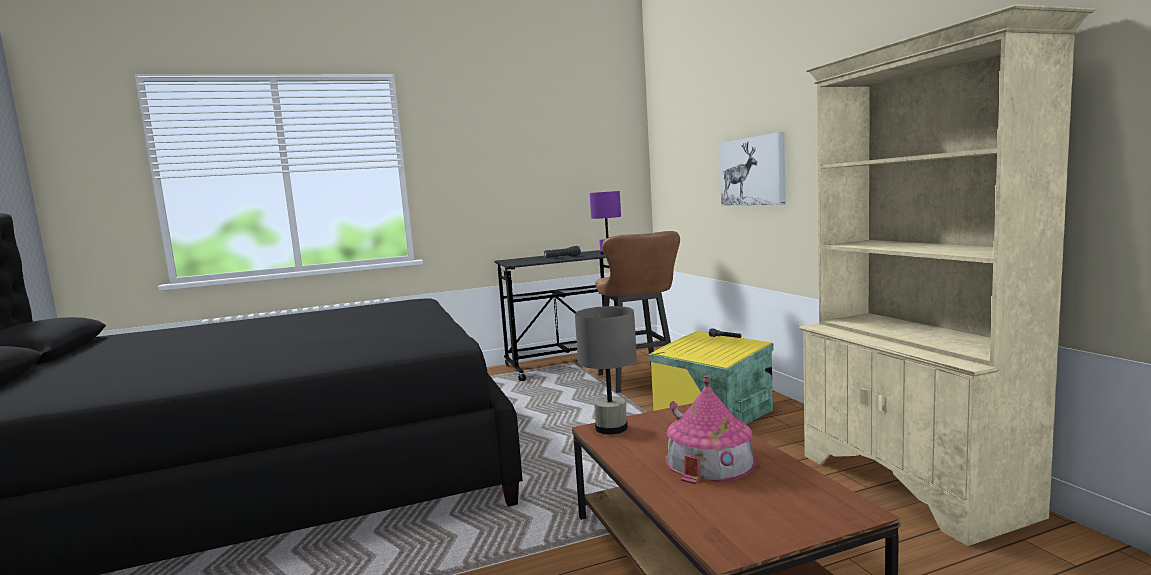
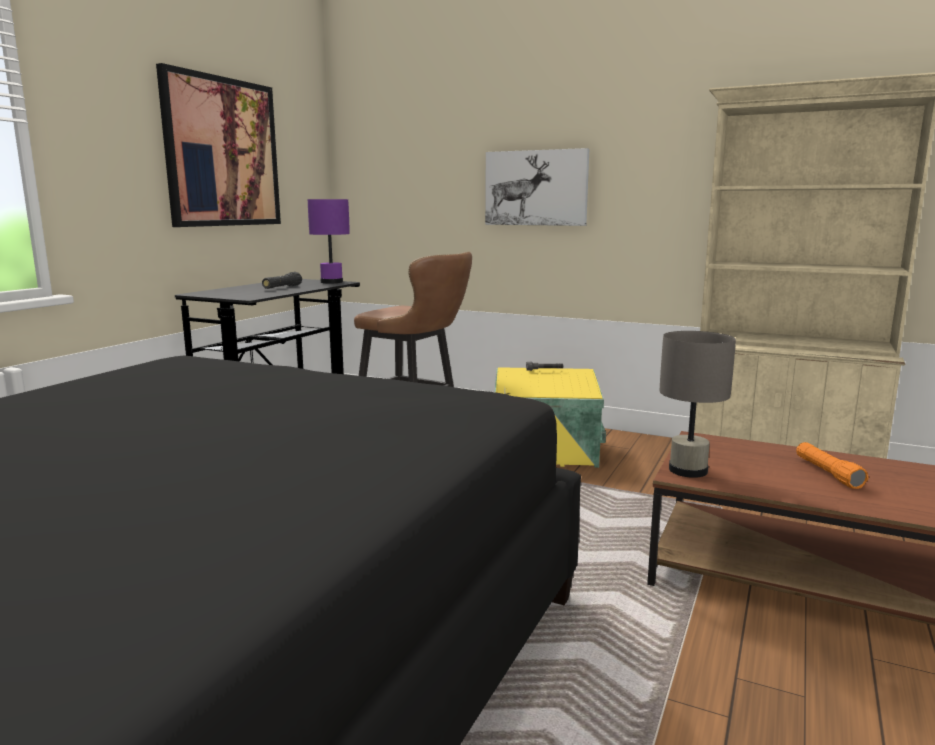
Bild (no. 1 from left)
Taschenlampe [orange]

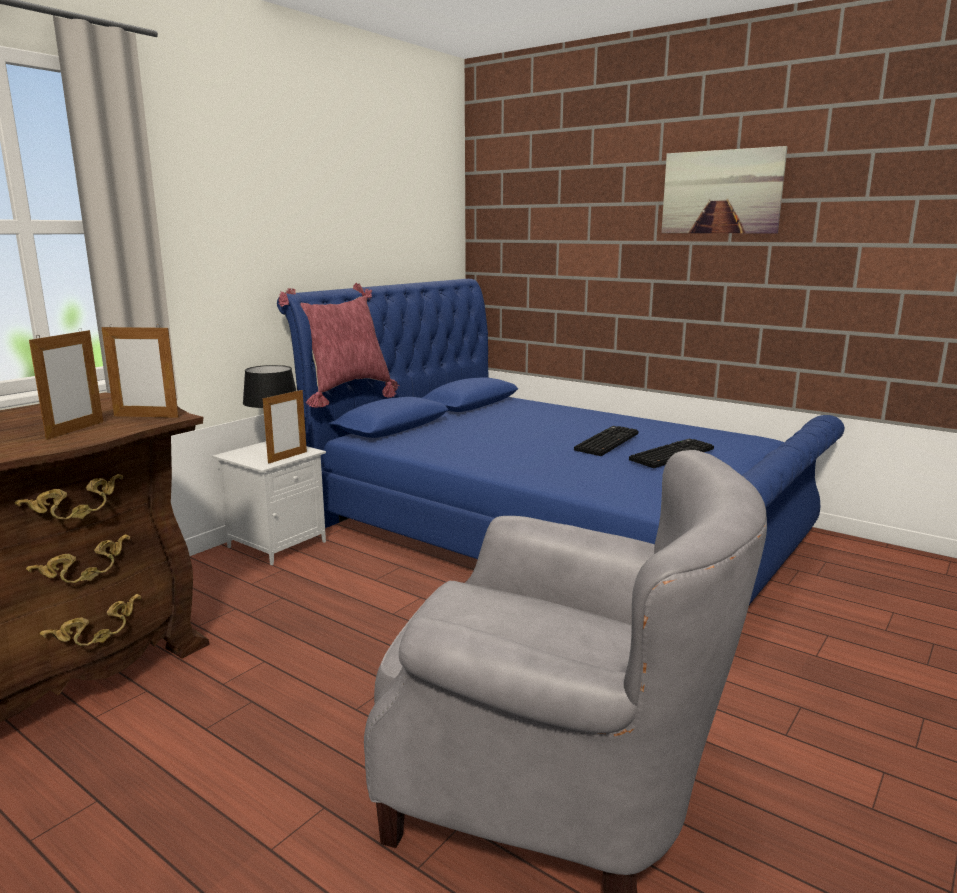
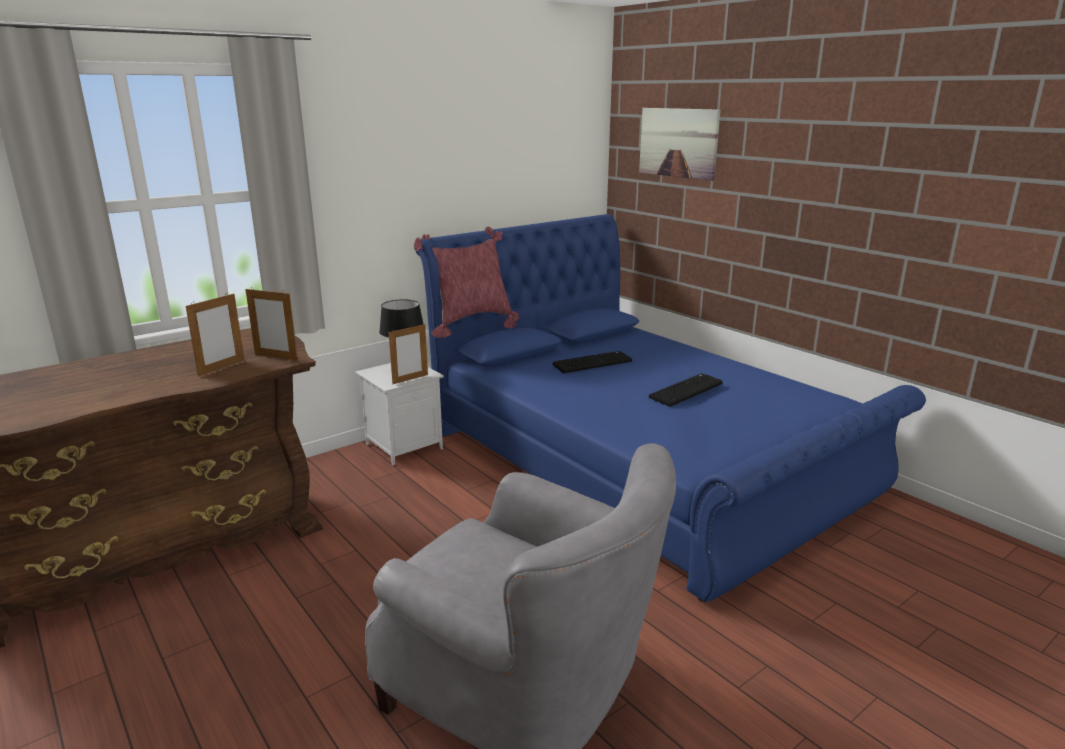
Tastatur (no. 1 from left)
Bild

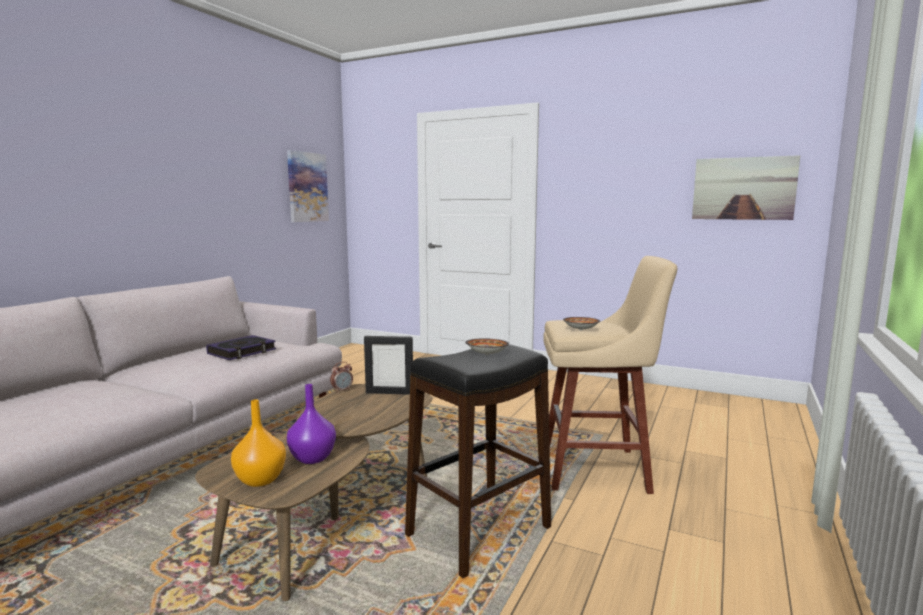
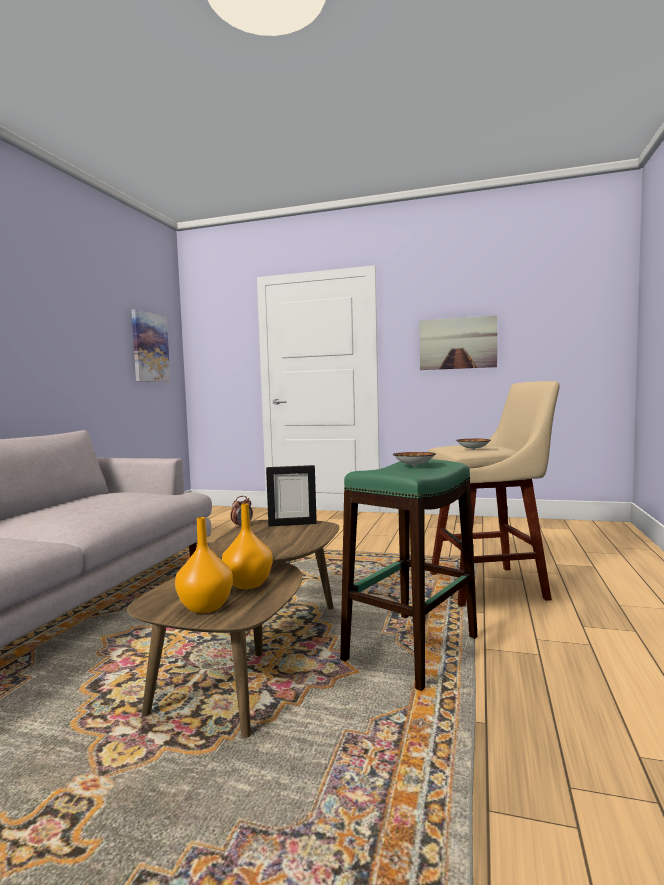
Vase [orange] (no. 2 from left)
Hocker [grün]
Bild (no. 2 from left)
Buch

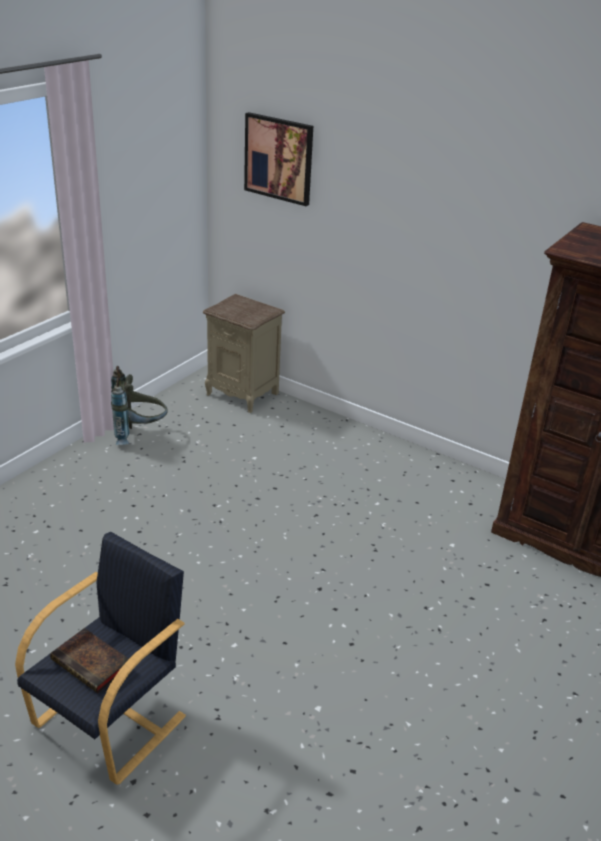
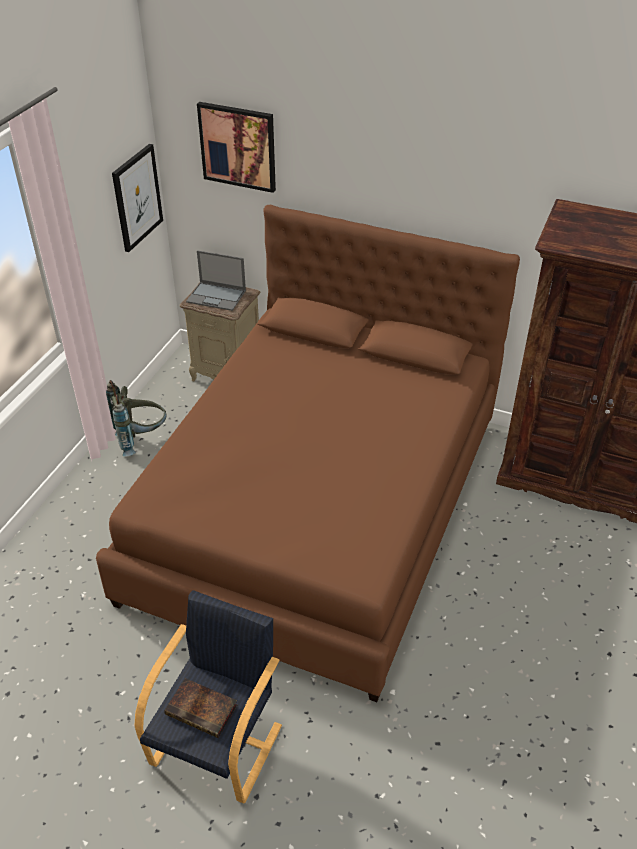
Bett [braun]
Bild (no. 1 from left)
Laptop

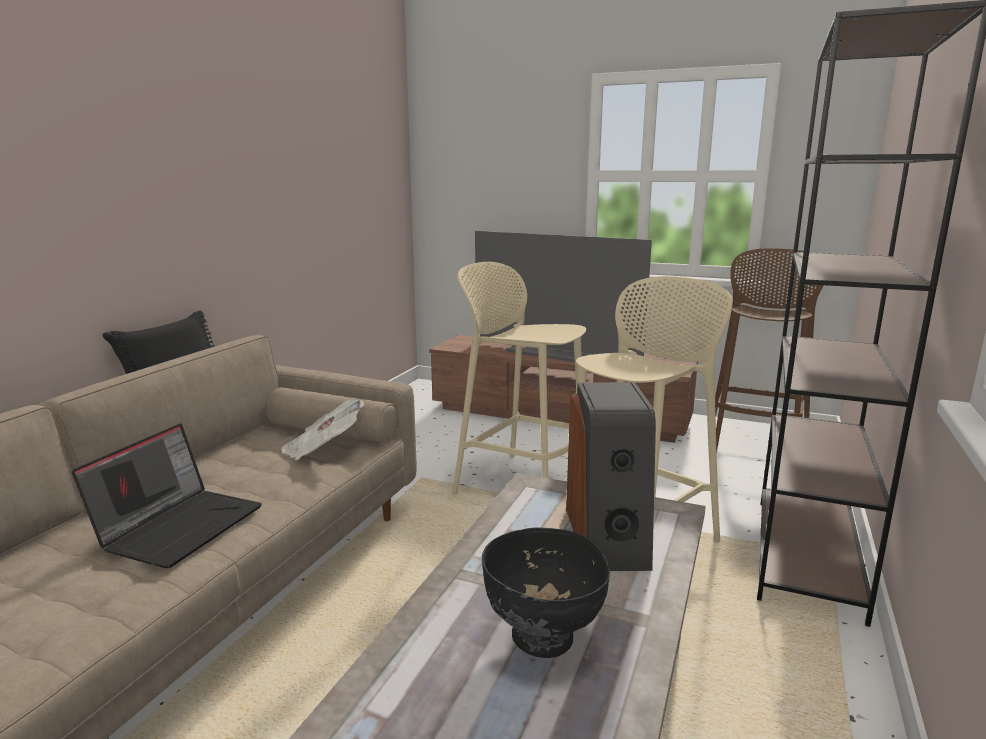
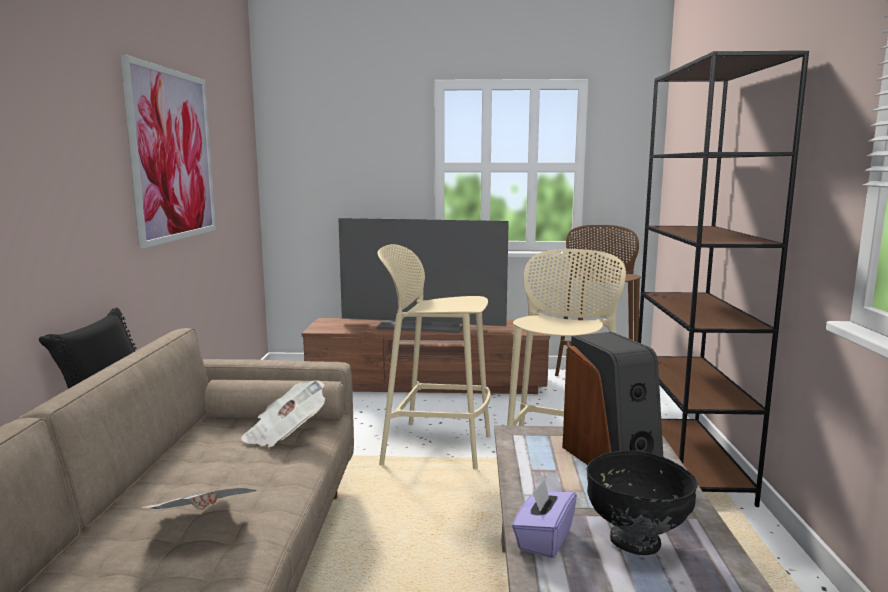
Bild
Zeitung (no. 1 from left)
Taschentuchbox [lila]

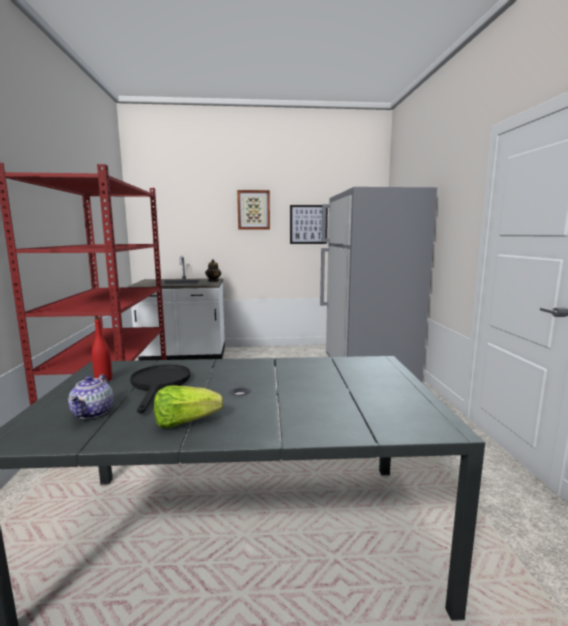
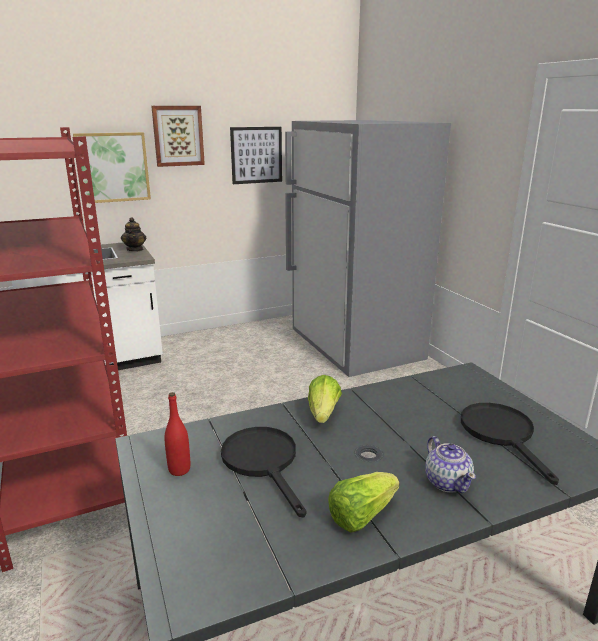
Bild (no. 1 from left)
Salatkopf (no. 1 from left)
Teekanne (no. 2 from left)
Pfanne [schwarz] (no. 2 from left)

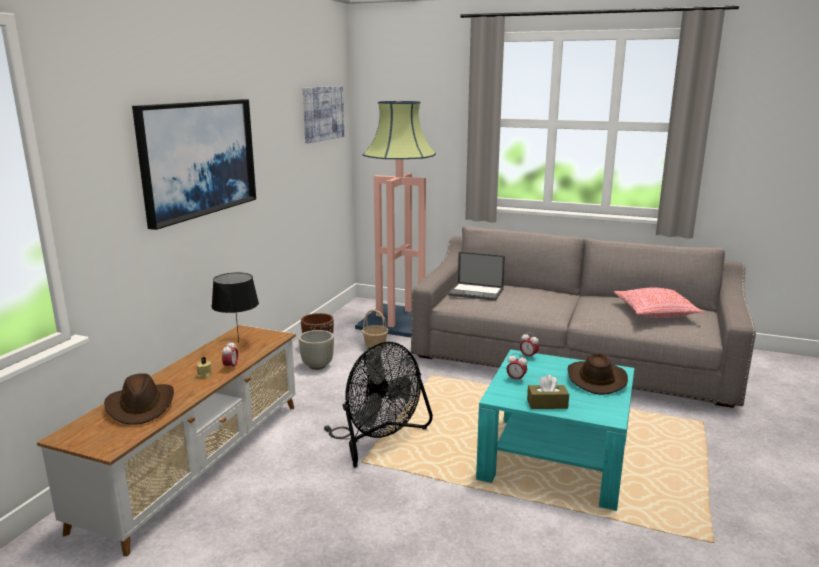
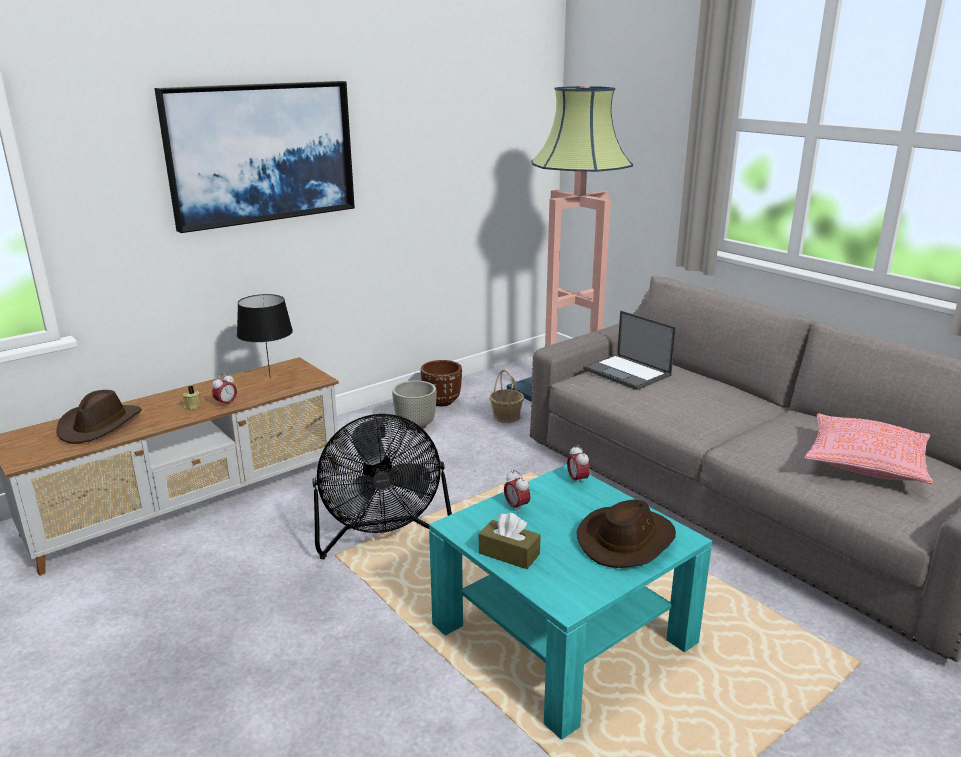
Bild (no. 2 from left in the first image)

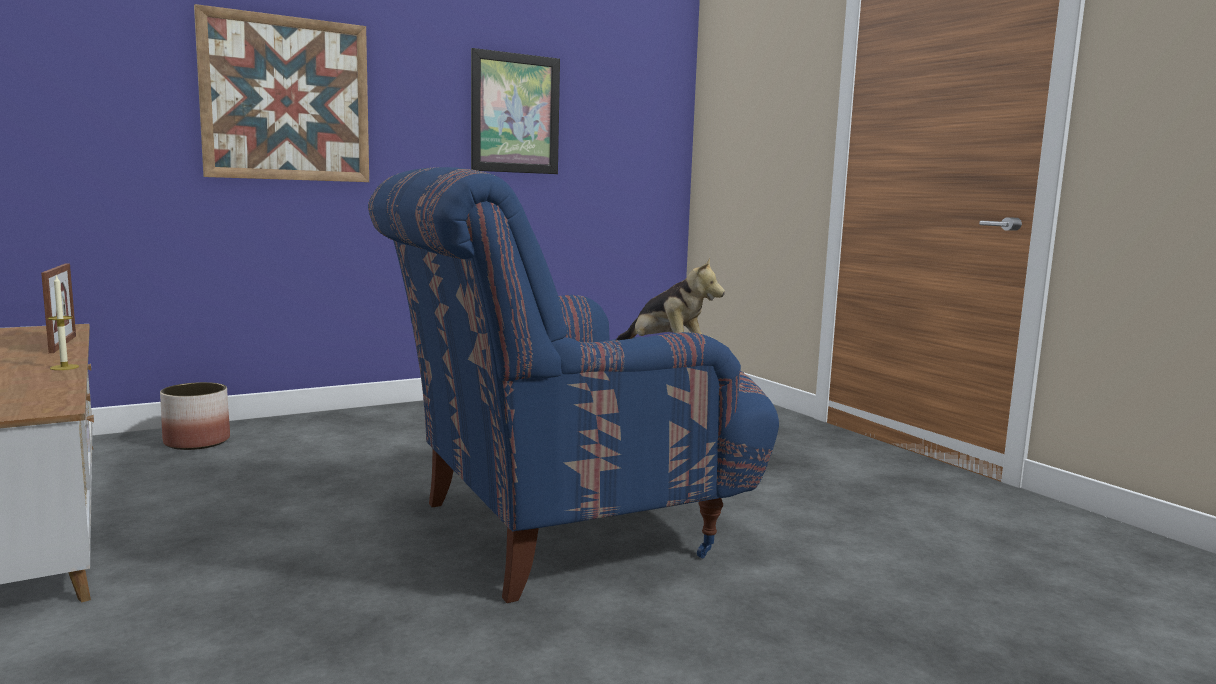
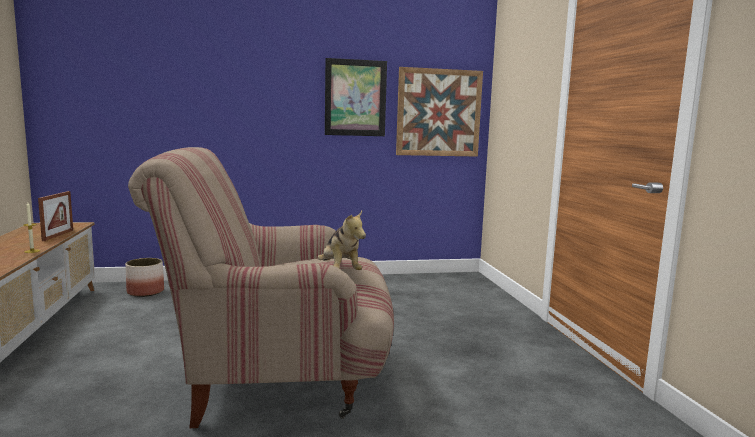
Sessel [beige]
Bild (no. 2 from left)

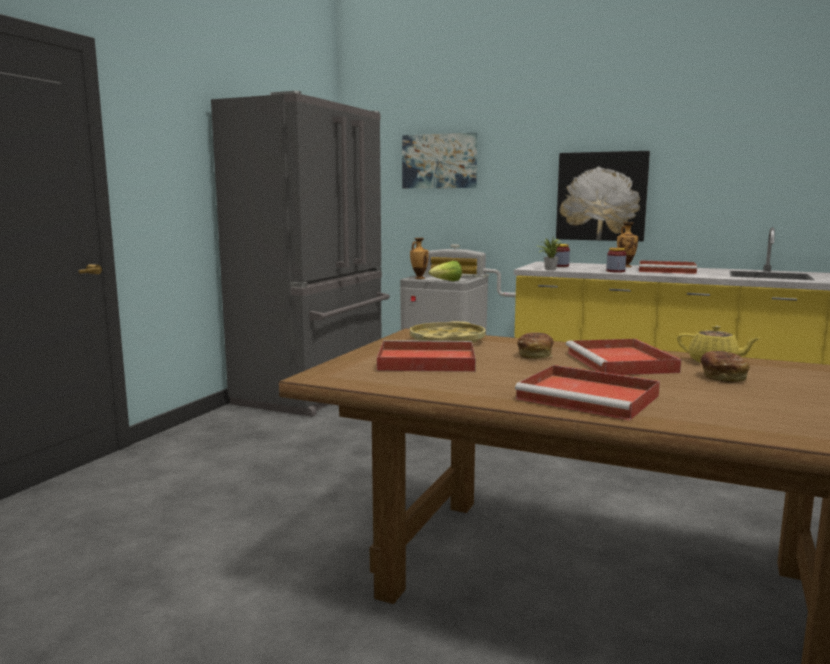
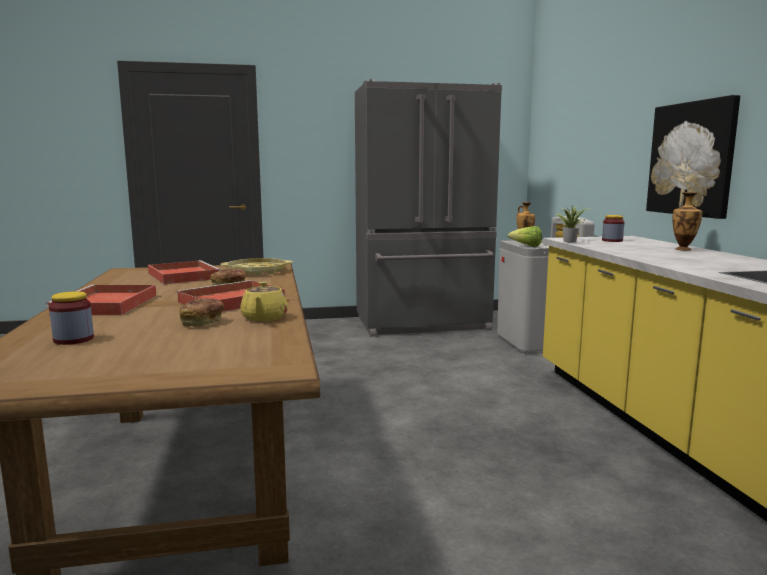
Vorratsglas (no. 1 from left)
Bild (no. 1 from left in the first image)
Tablett [rot] (no. 4 from left in the first image)

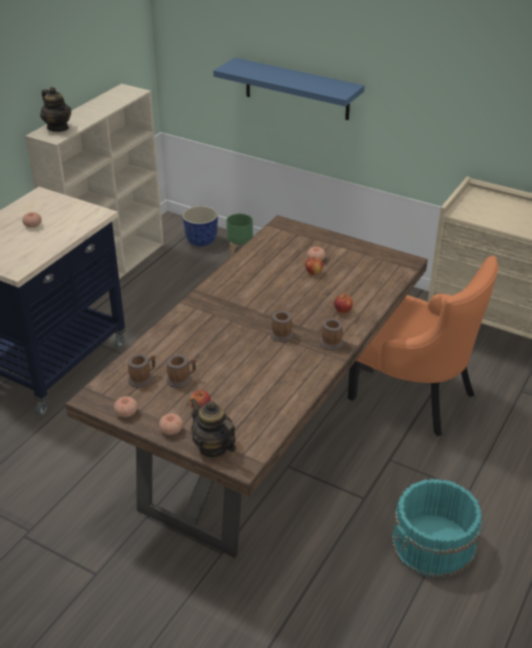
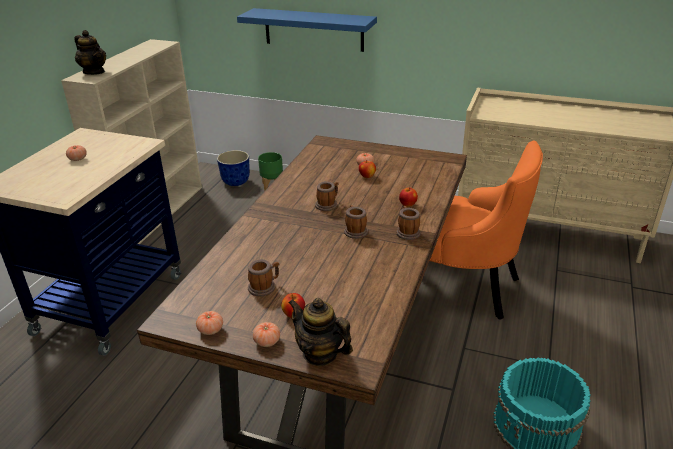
Henkelbecher (no. 2 from left)

